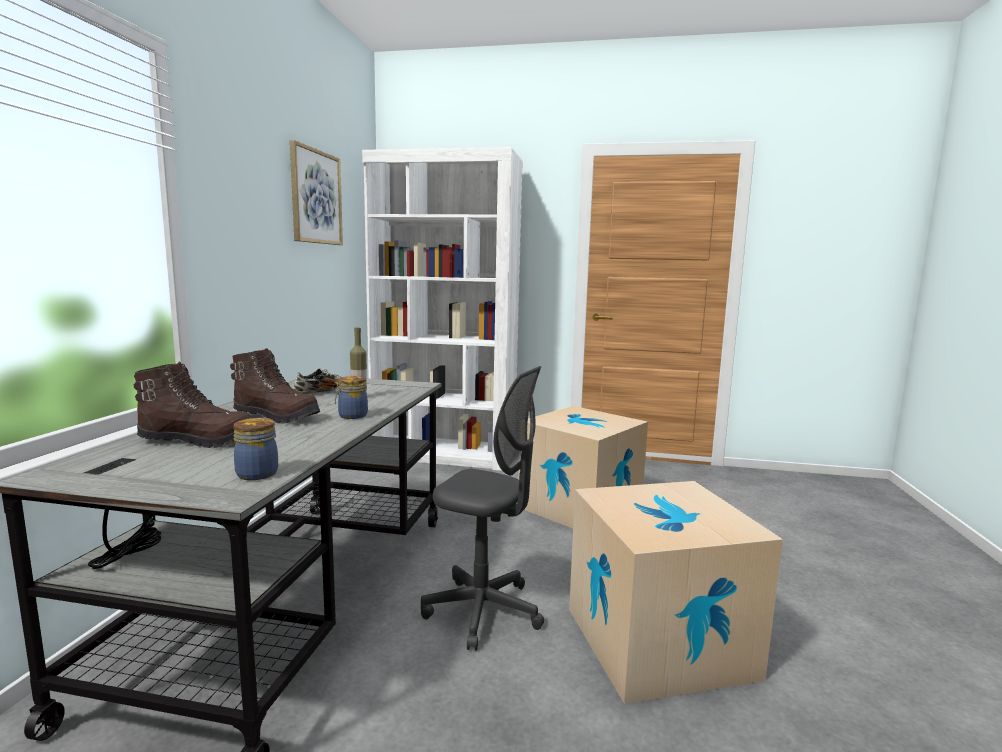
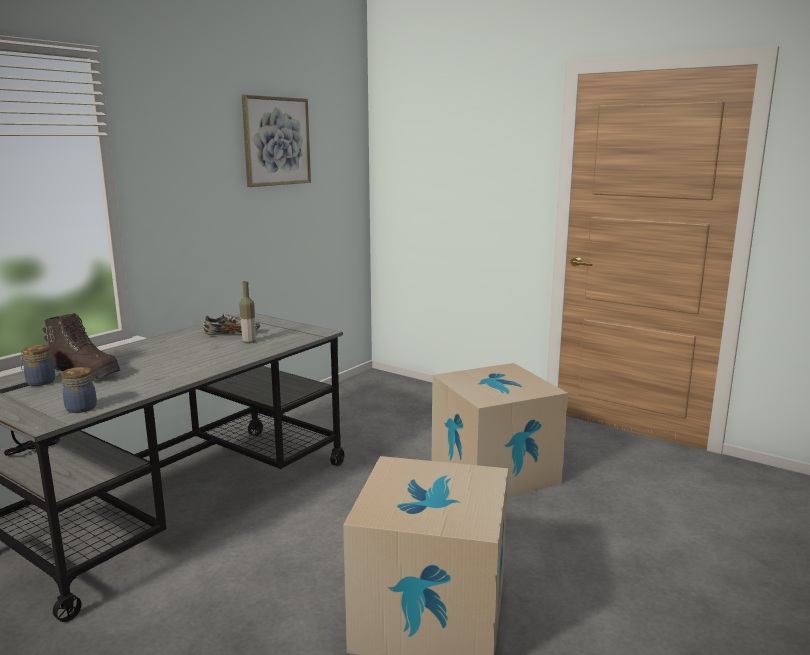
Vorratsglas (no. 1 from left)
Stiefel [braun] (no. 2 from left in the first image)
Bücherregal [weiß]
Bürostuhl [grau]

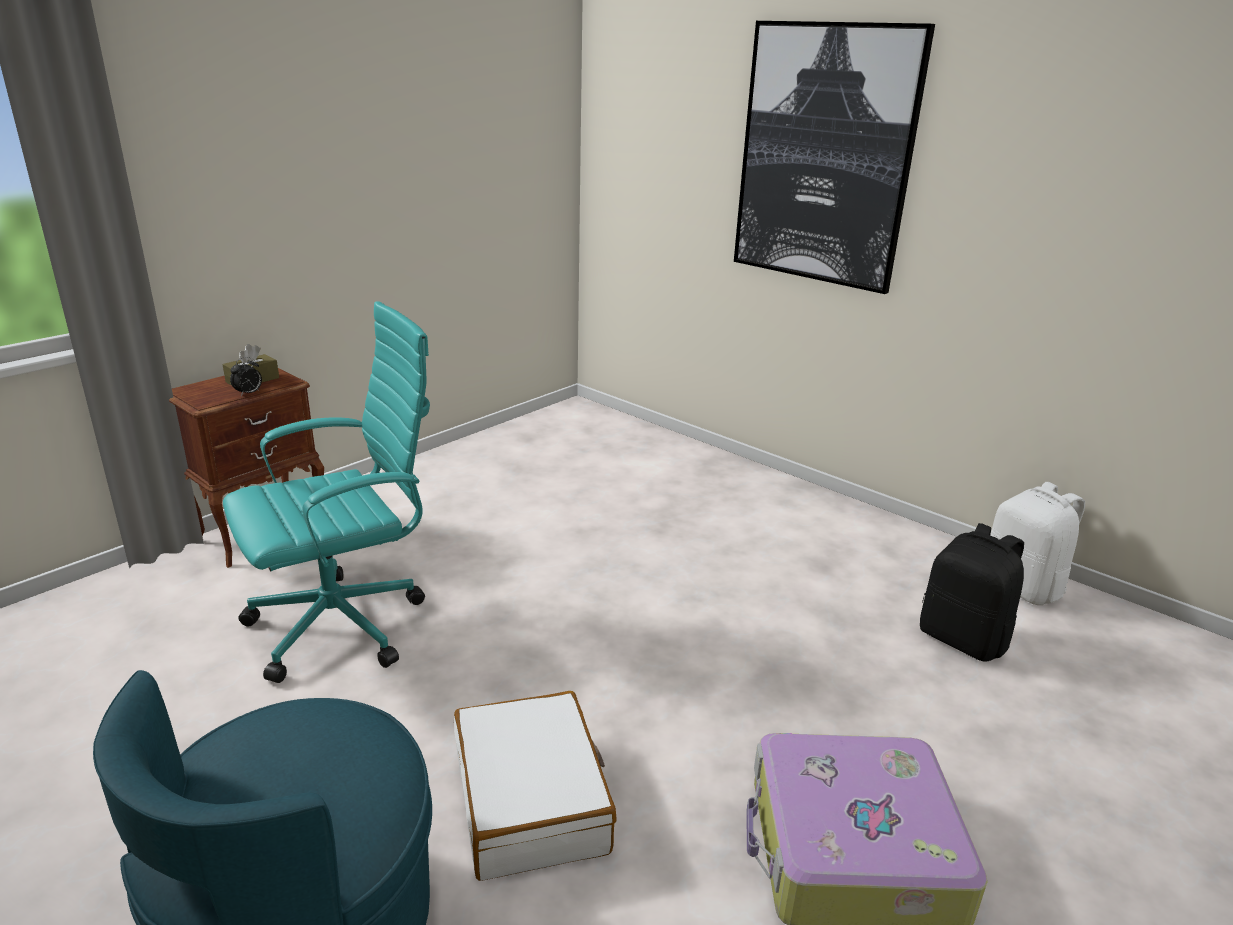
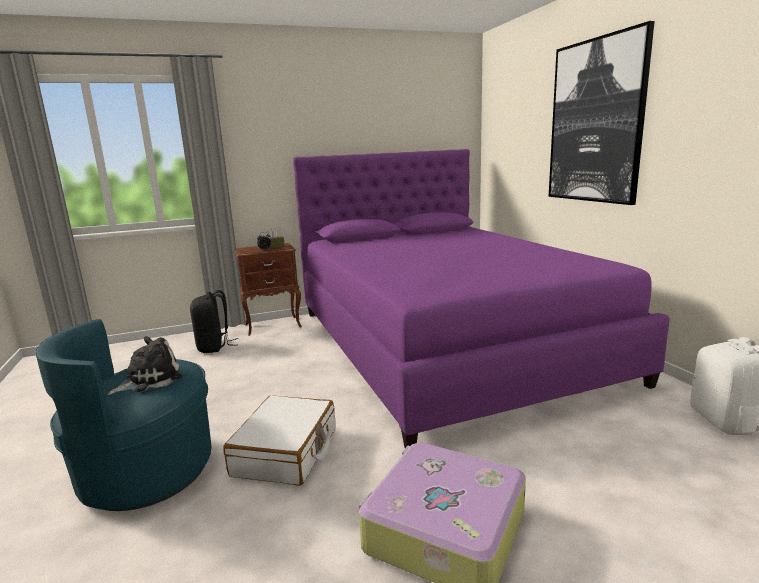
Plüschtier
Rucksack [schwarz]
Bett [lila]
Bürostuhl [türkis]

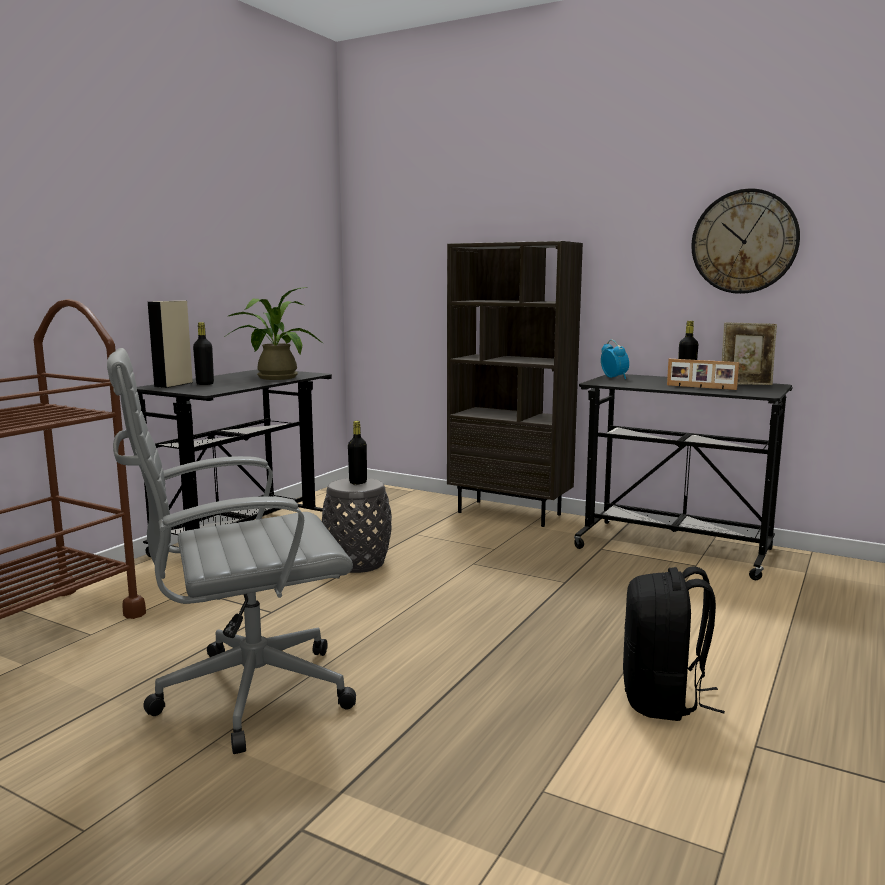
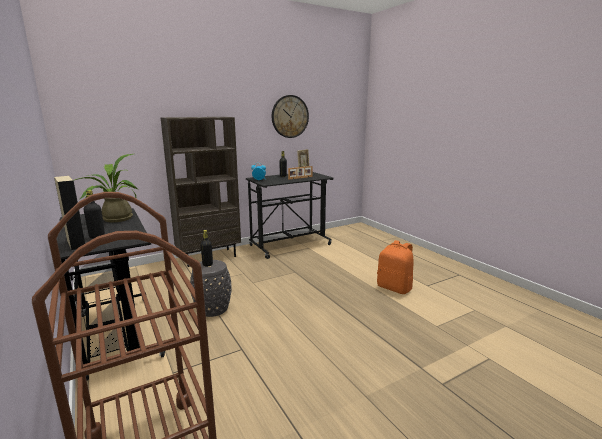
Rucksack [orange]
Bürostuhl [grau]

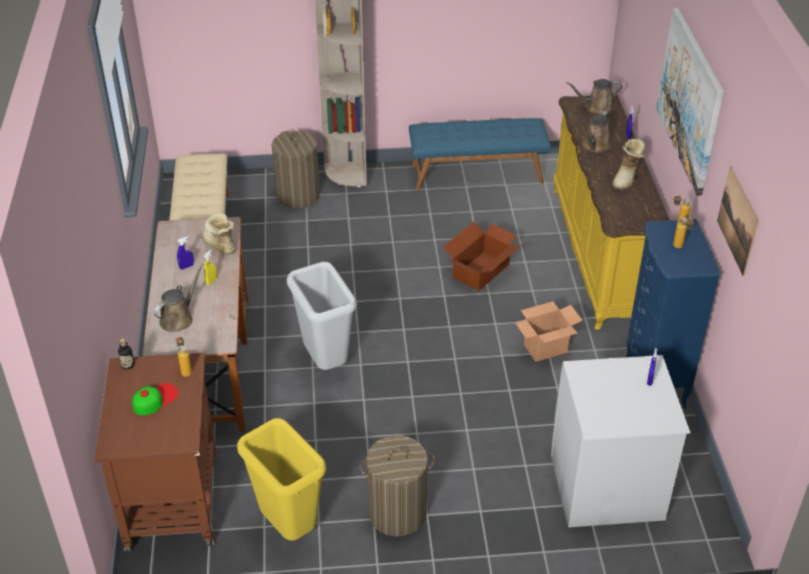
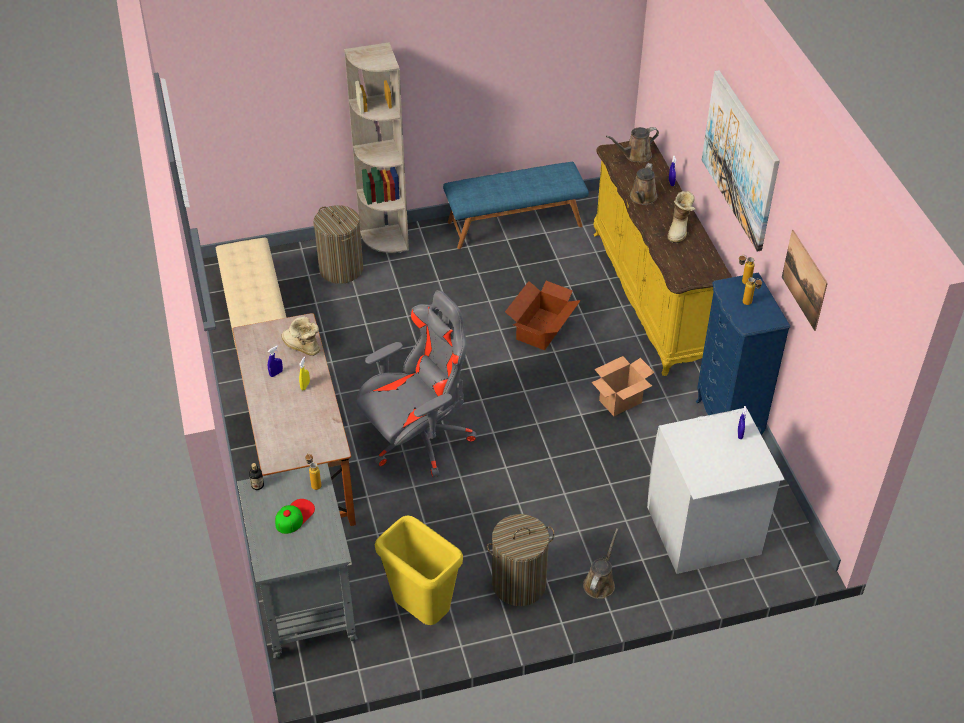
Rollwagen [grau]
Bürostuhl [grau]
Gießkanne [braun] (no. 1 from left)

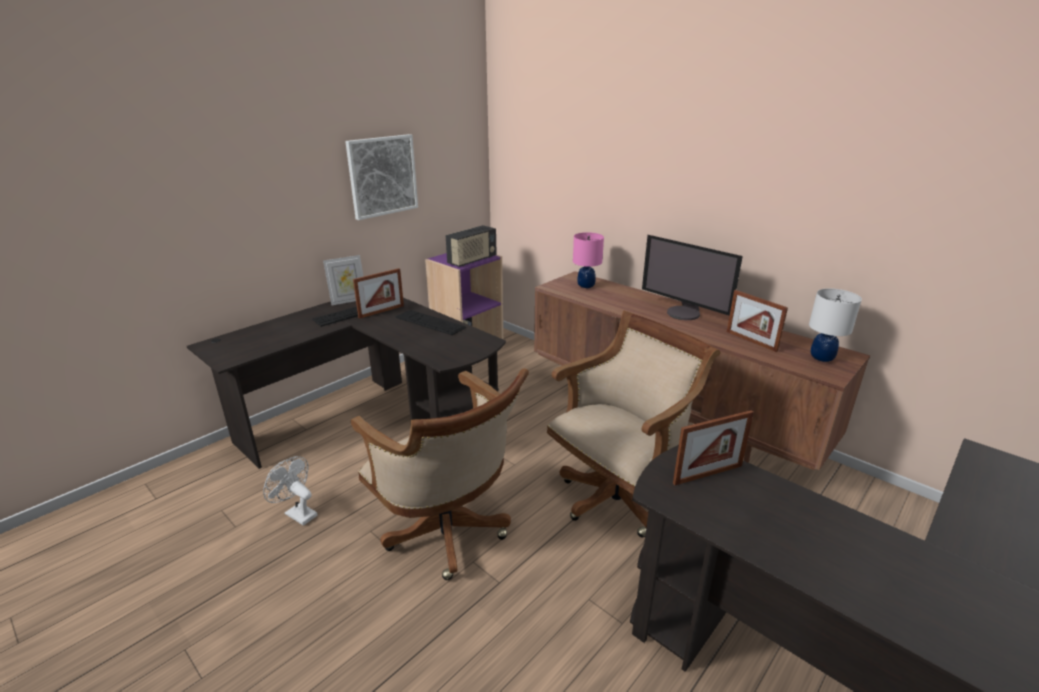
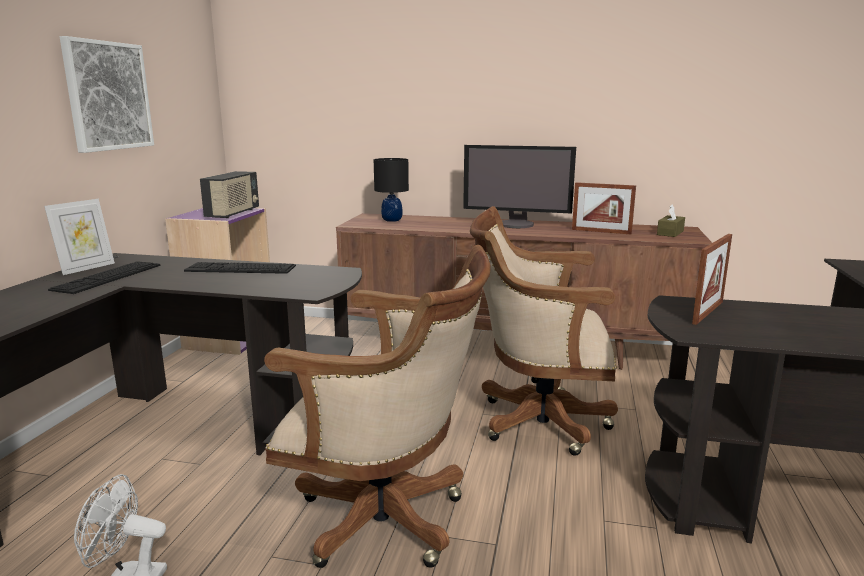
Tischlampe [schwarz]
Bürostuhl (no. 2 from left)
Taschentuchbox [braun]
Bilderrahmen (no. 2 from left in the first image)

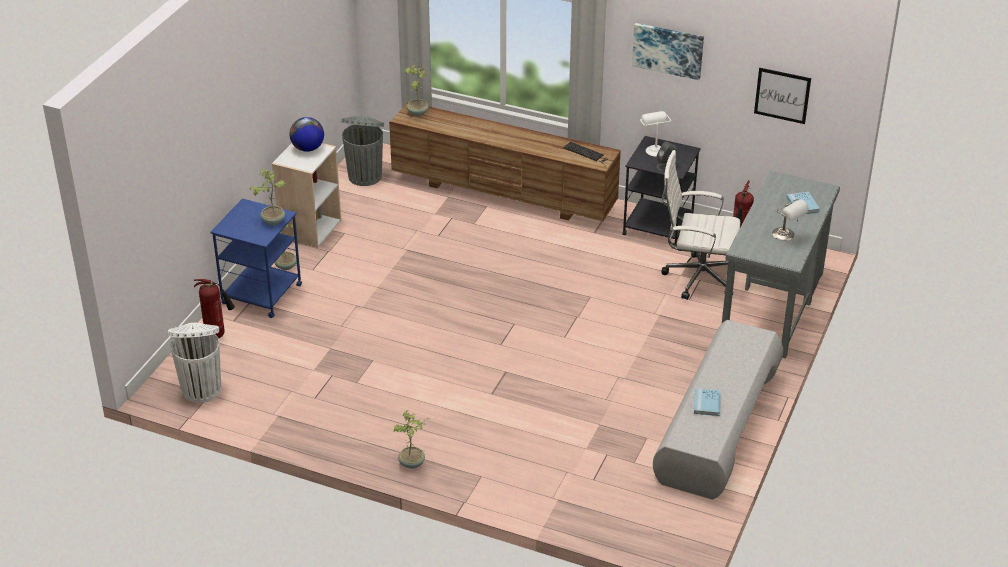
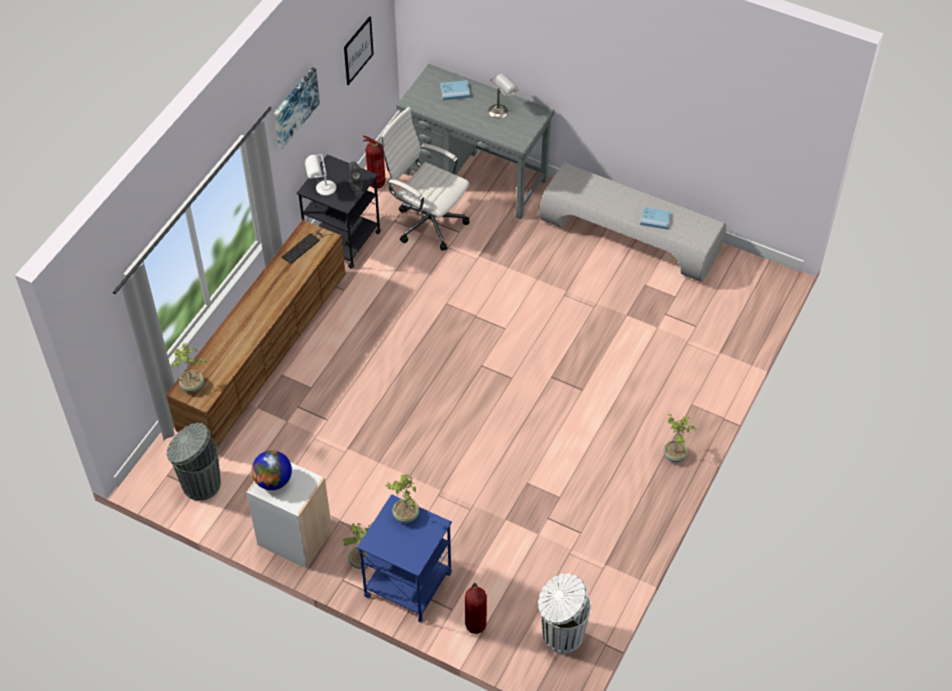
Bürostuhl [weiß]

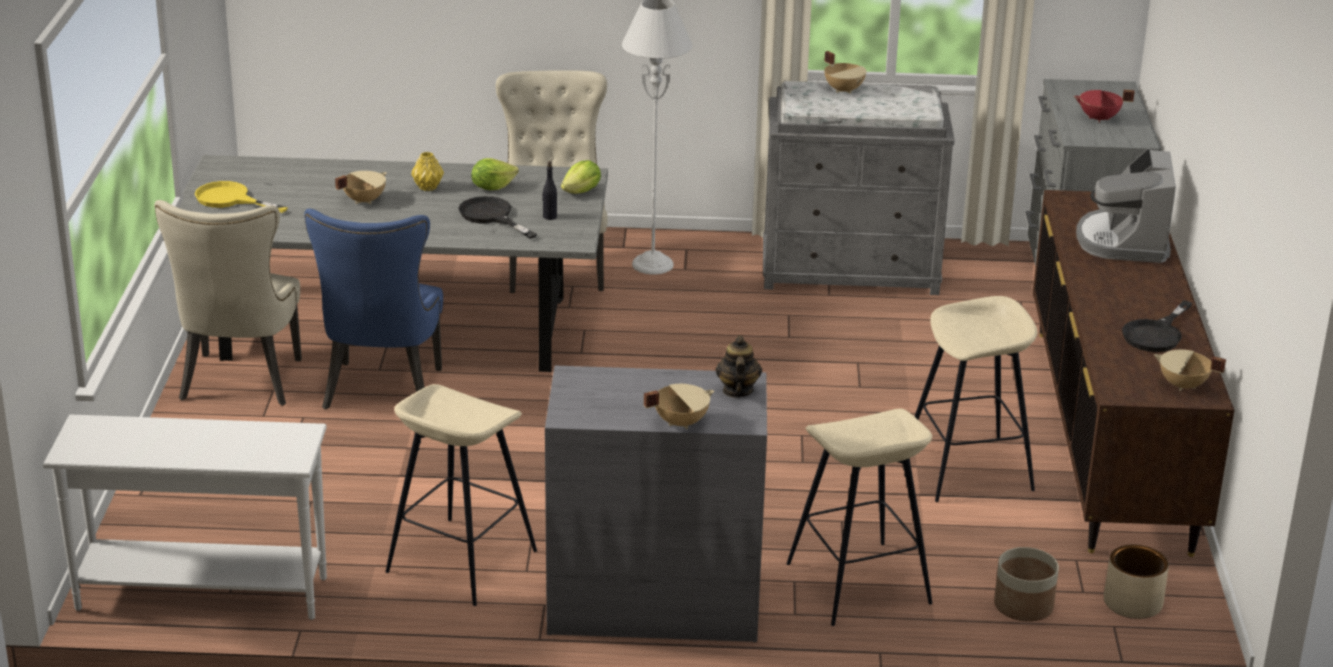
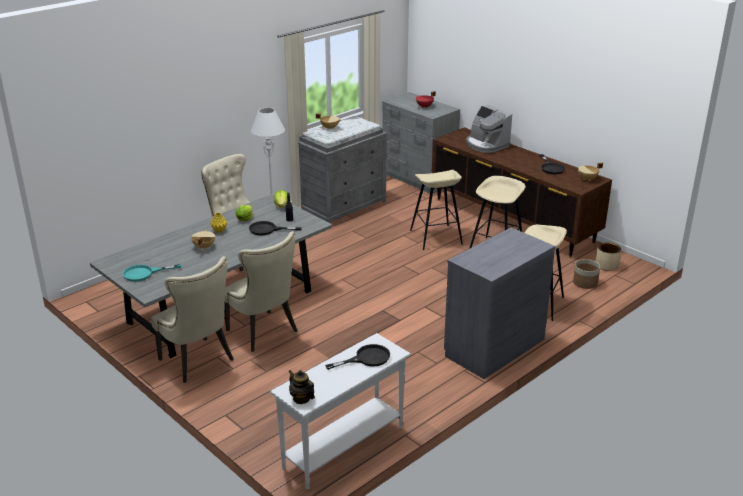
Pfanne [türkis]
Stuhl [beige] (no. 3 from left)
Teekanne
Pfanne [schwarz] (no. 2 from left)
Hocker [beige] (no. 1 from left)
Kochtopf [beige] (no. 2 from left in the first image)

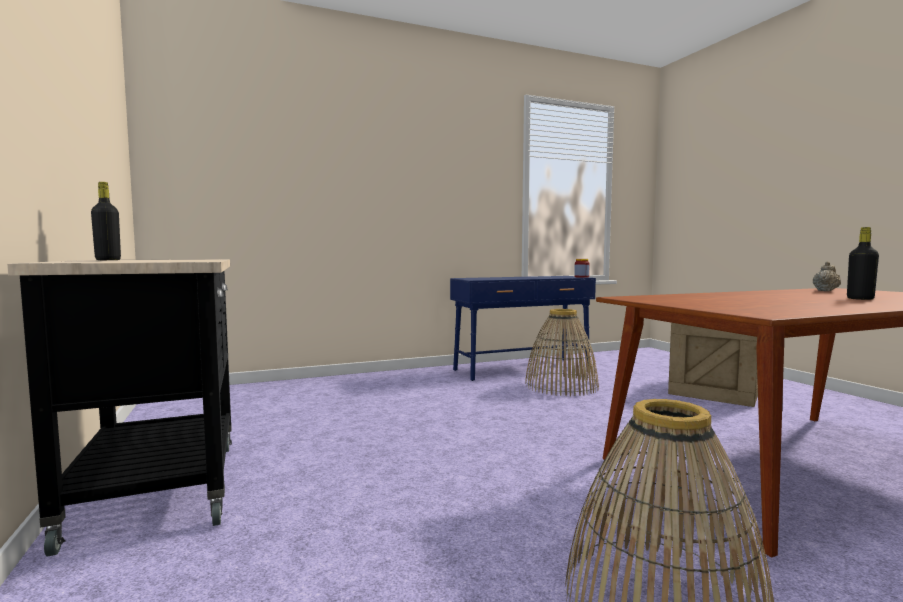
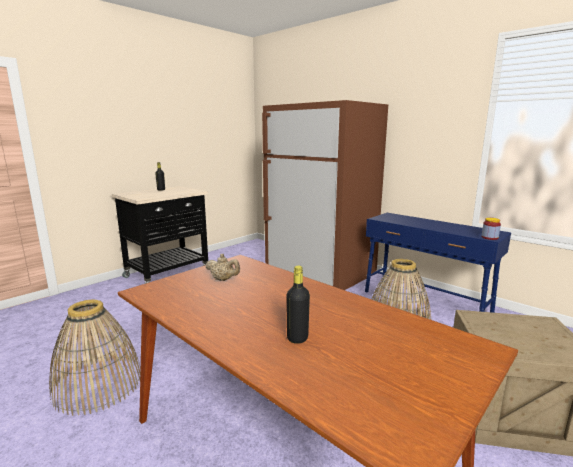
Teekanne [beige]
Kühlschrank [braun]

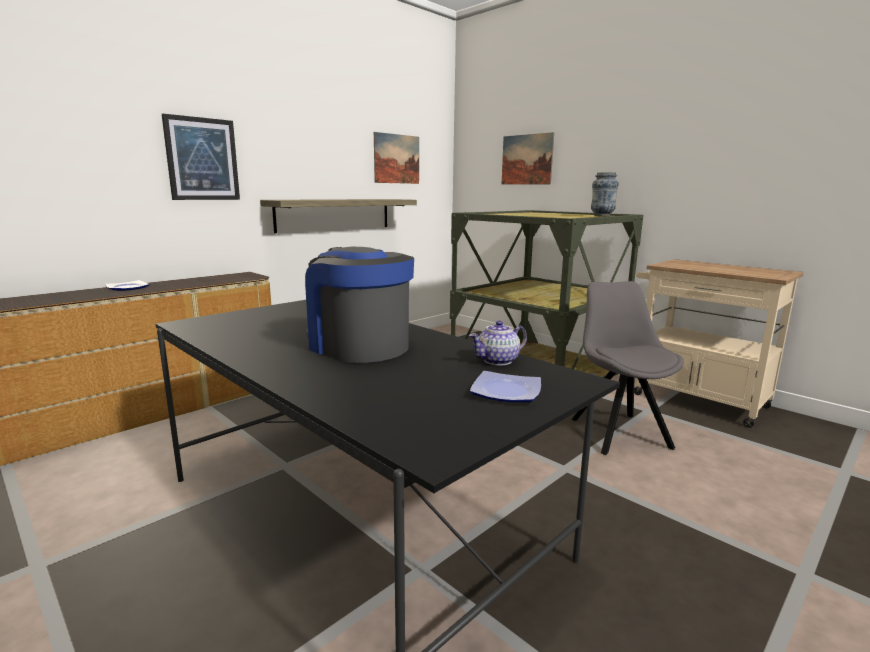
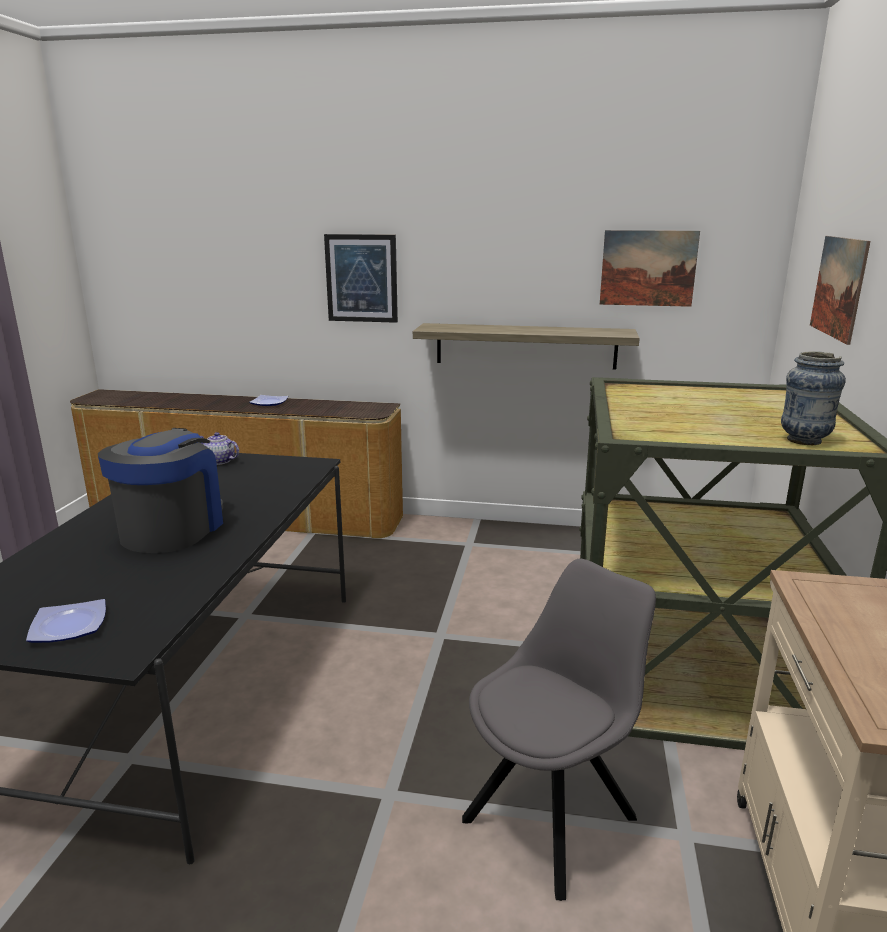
Teekanne

